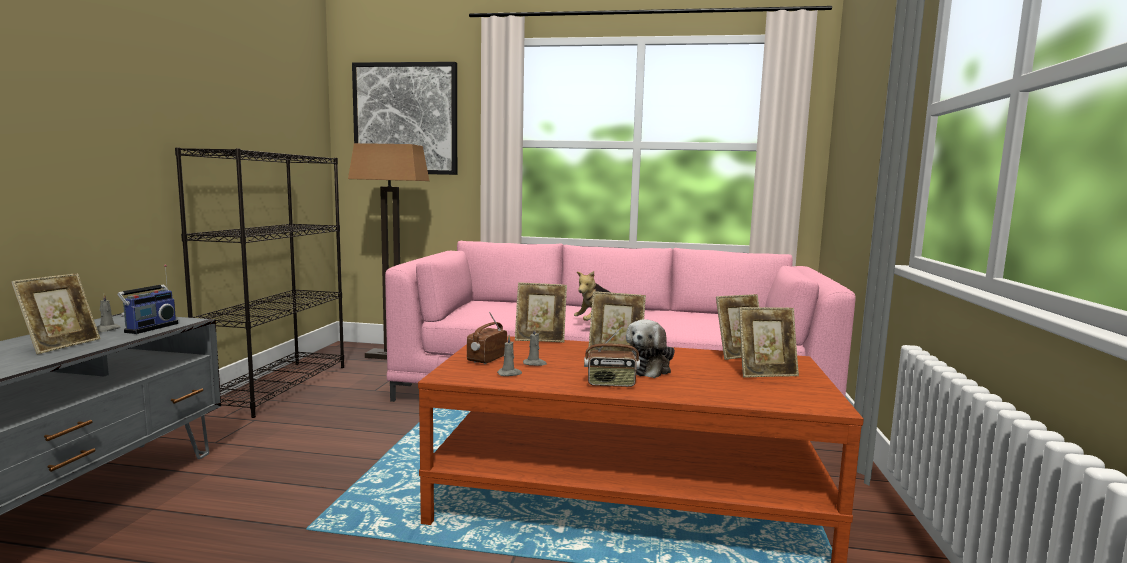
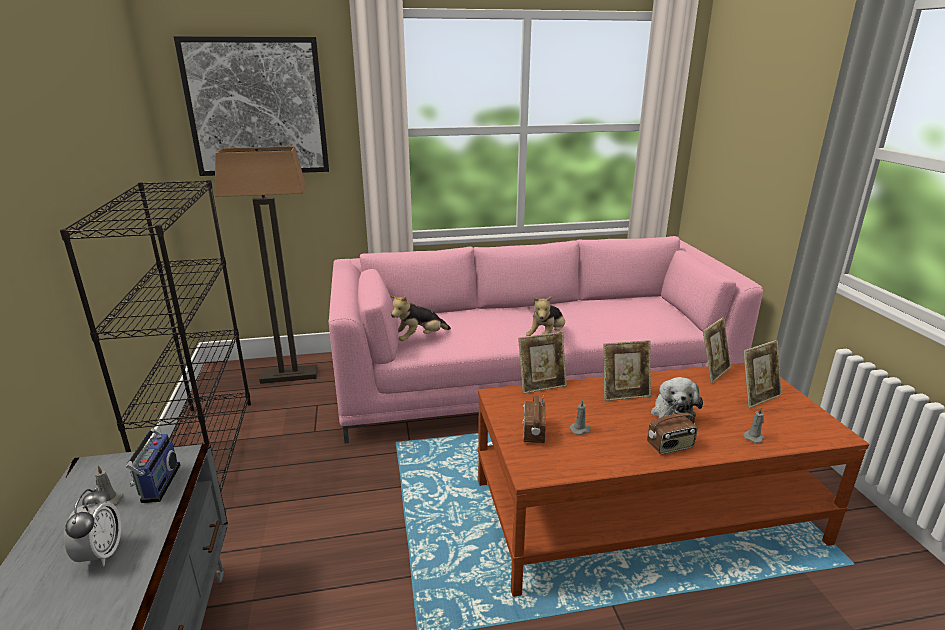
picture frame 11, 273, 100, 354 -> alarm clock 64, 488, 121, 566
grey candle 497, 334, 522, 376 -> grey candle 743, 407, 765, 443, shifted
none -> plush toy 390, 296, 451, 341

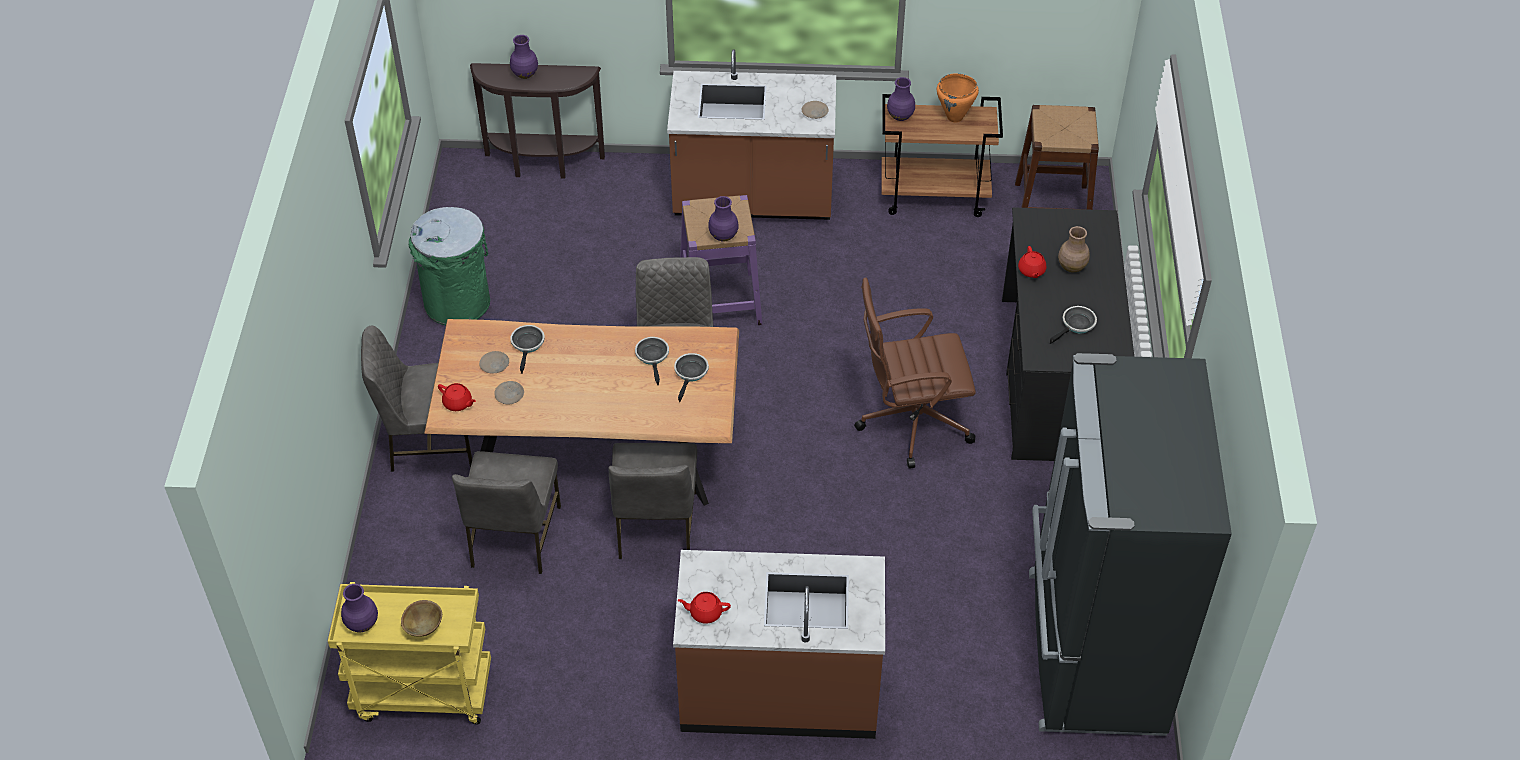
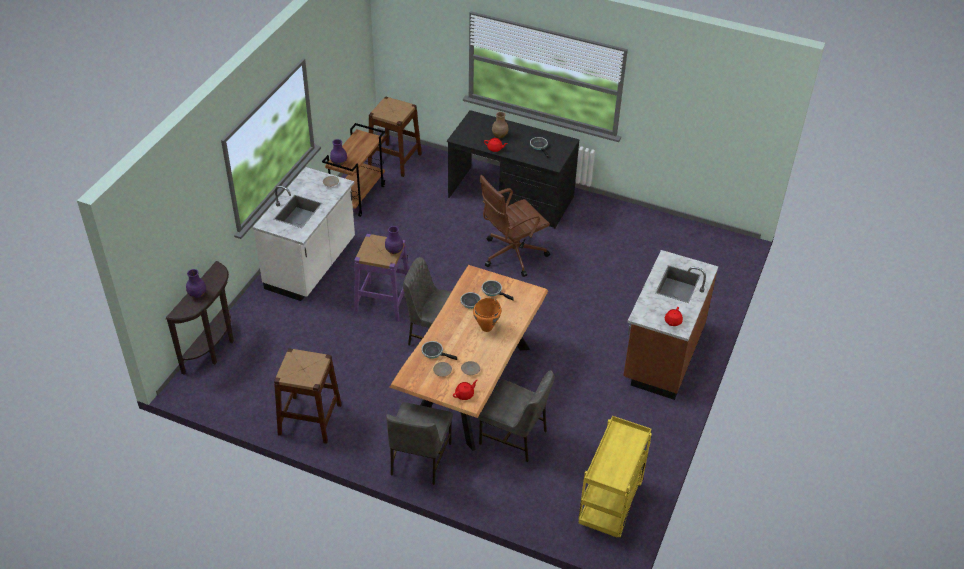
purple vase 341, 584, 378, 633 -> none
brown bowl 401, 600, 442, 637 -> none
green trash can 409, 207, 490, 325 -> brown stool 274, 348, 342, 444
grey chair 608, 443, 697, 559 -> none
brown counter 667, 49, 836, 220 -> white counter 253, 167, 355, 301
brown office chair 854, 278, 976, 469 -> brown office chair 479, 175, 550, 277, 45 degrees clockwise
orange cooking pot 937, 73, 979, 123 -> orange cooking pot 473, 298, 501, 332, shifted
black fridge 1029, 353, 1232, 736 -> none

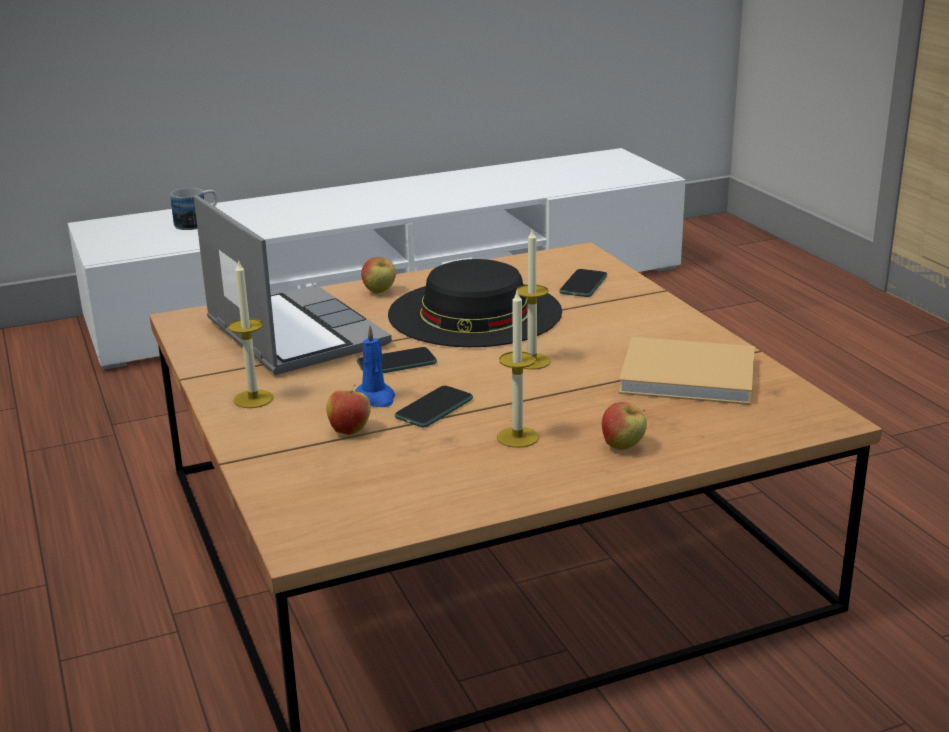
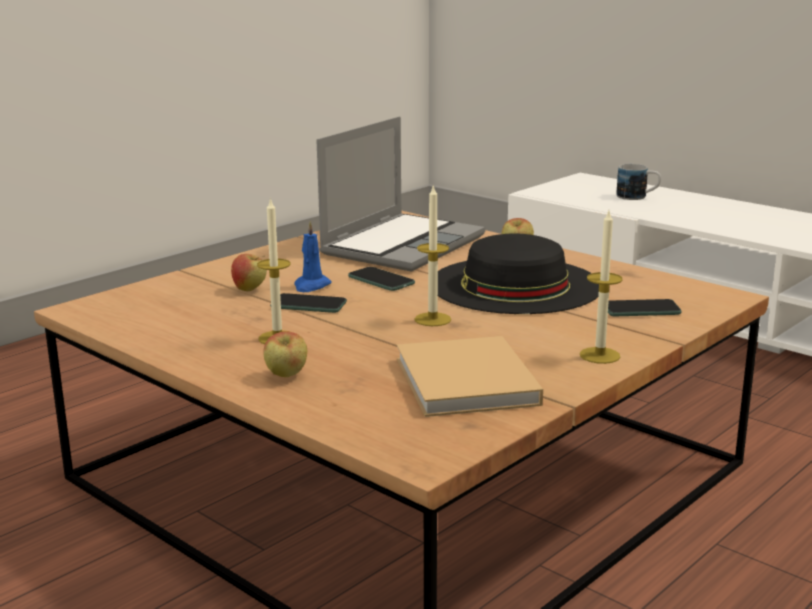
candle 228, 259, 274, 408 -> candle 580, 211, 623, 364, shifted

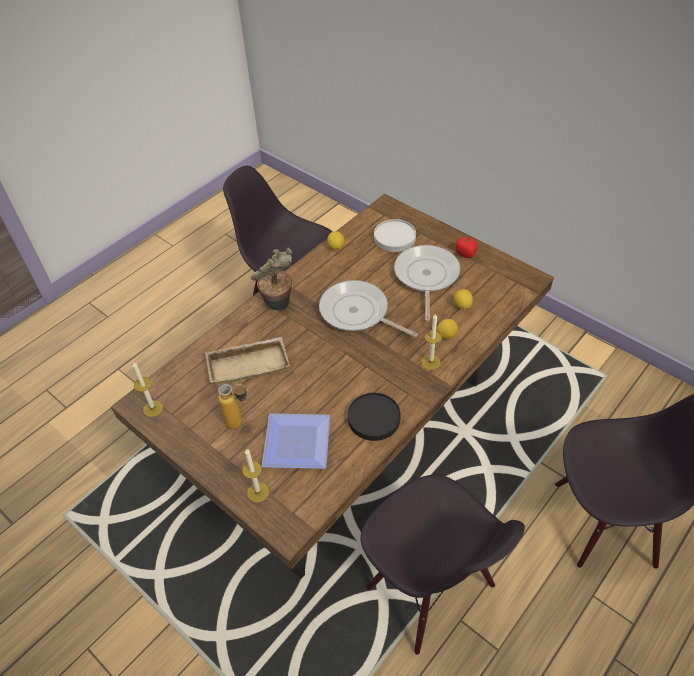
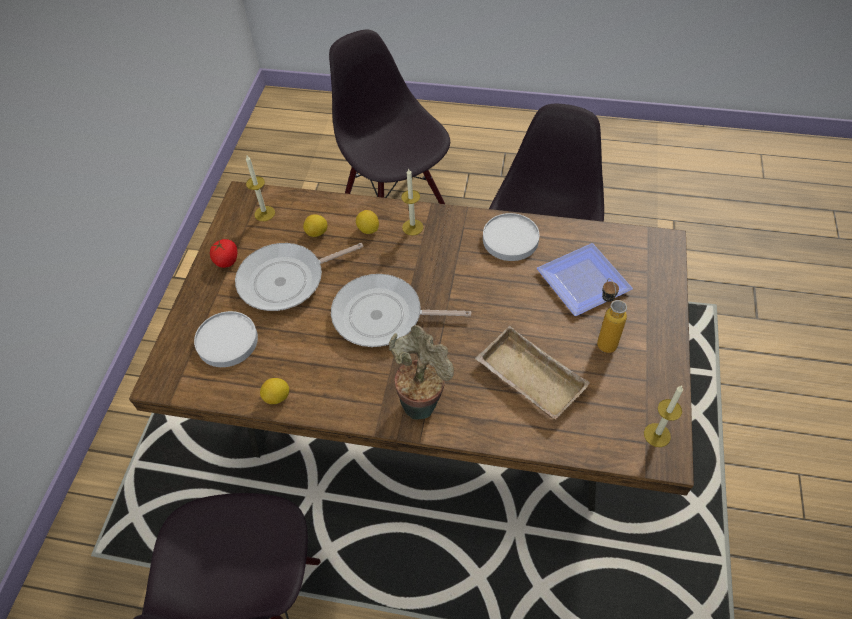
candle 242, 448, 269, 503 -> candle 246, 155, 275, 221, shifted
frying pan 319, 280, 418, 337 -> frying pan 331, 274, 471, 347, 90 degrees clockwise
black plate 348, 393, 401, 441 -> white plate 483, 213, 539, 261

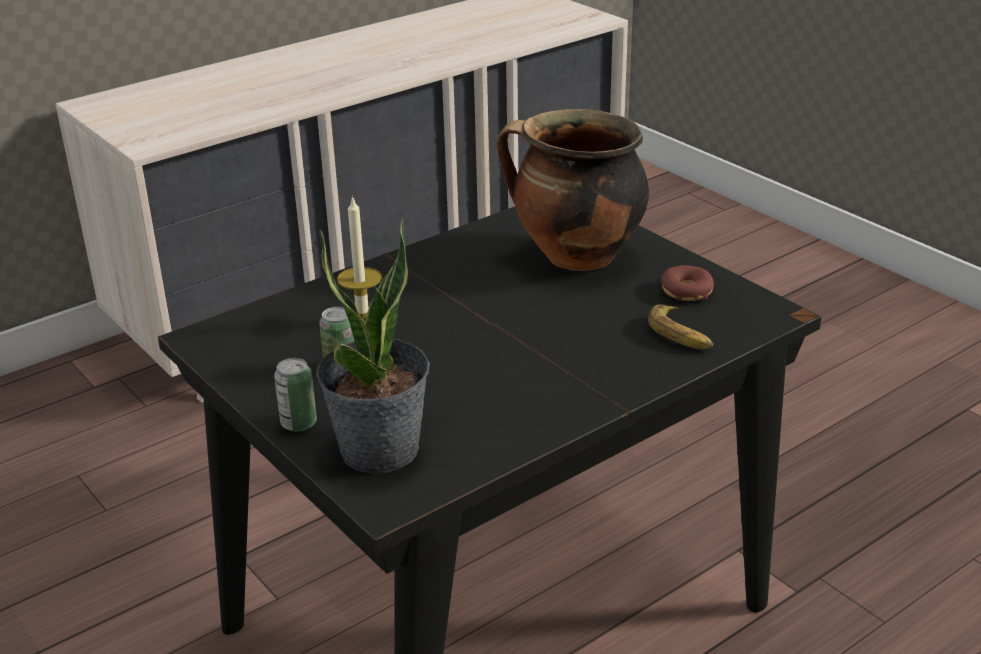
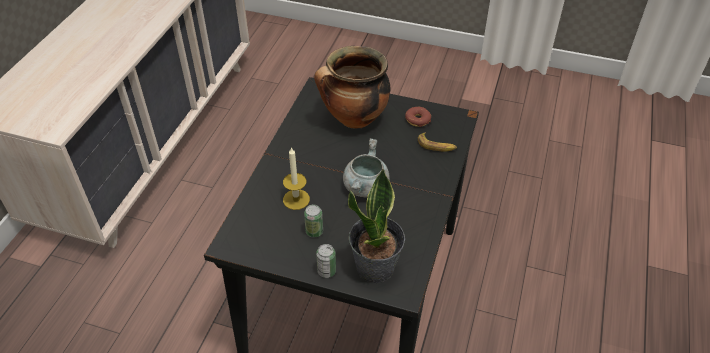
none -> grey cooking pot 343, 138, 390, 198

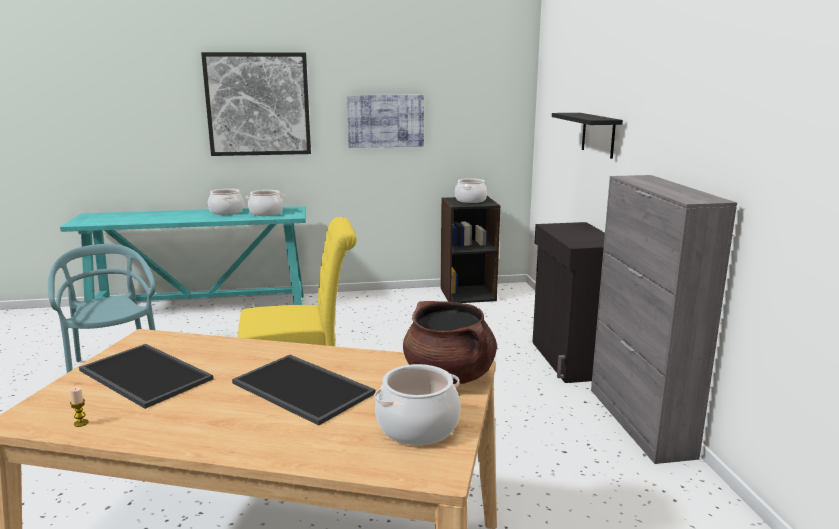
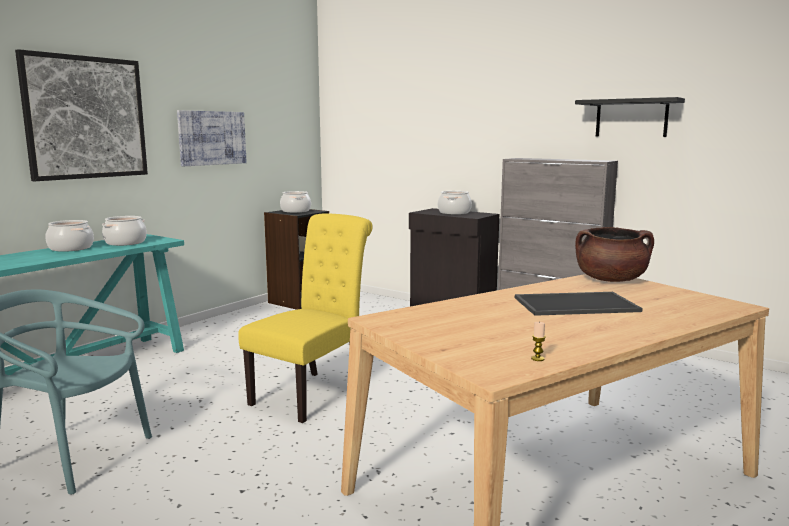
tray 79, 344, 213, 409 -> none
cooking pot 374, 364, 461, 445 -> cooking pot 438, 191, 472, 215, shifted
black shelf 552, 113, 623, 159 -> black shelf 575, 97, 685, 137, shifted

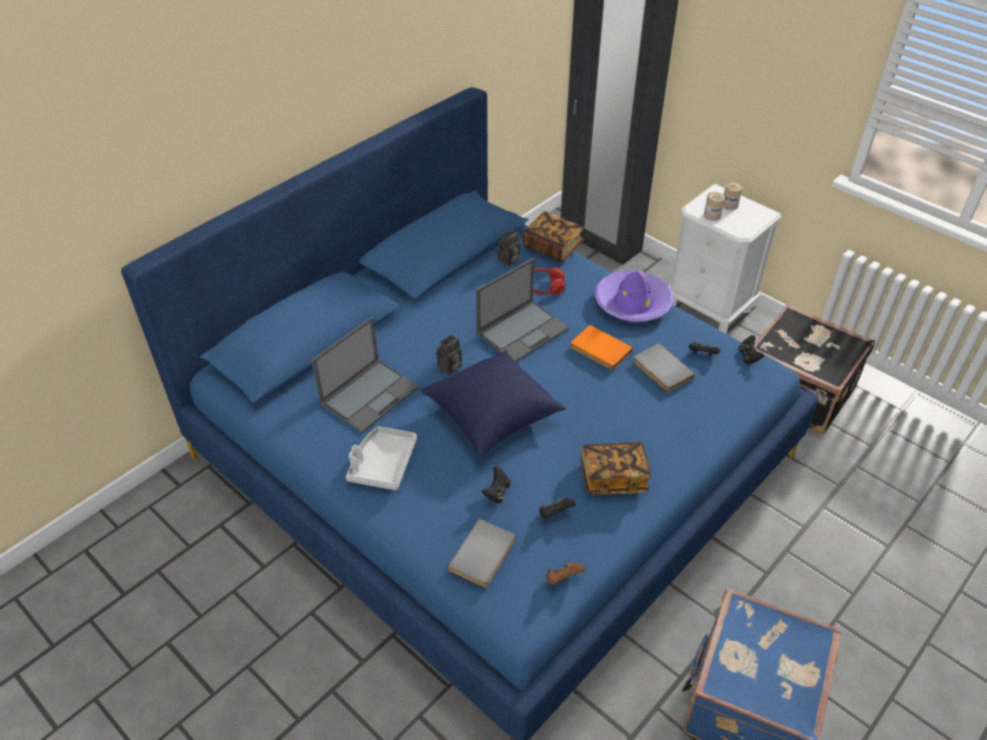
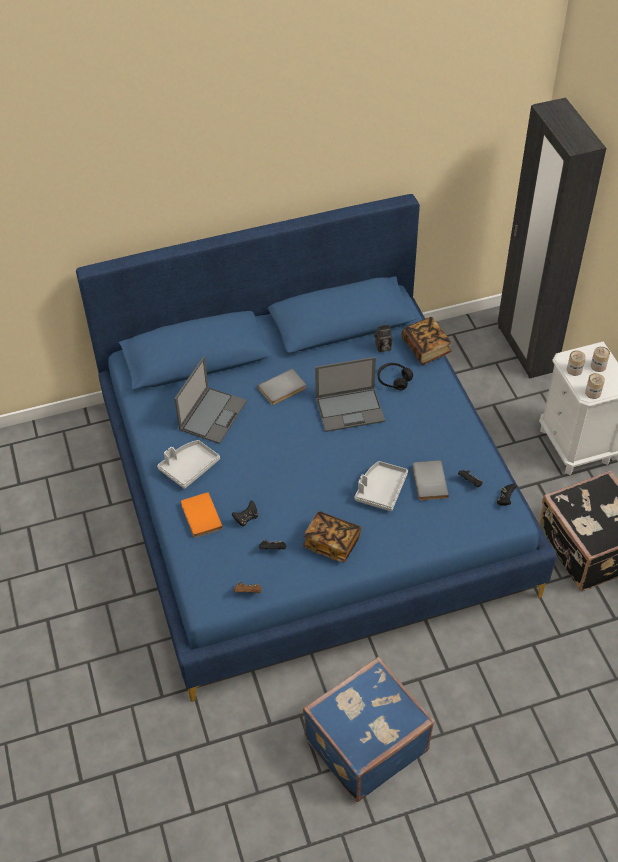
laptop 312, 317, 419, 433 -> laptop 174, 356, 247, 444, 45 degrees counterclockwise
blue pillow 420, 350, 566, 456 -> none
photo camera 435, 335, 462, 375 -> none
grey book 447, 519, 515, 587 -> grey book 258, 369, 306, 405, shifted
red headphones 533, 267, 566, 295 -> black headphones 378, 363, 413, 390
orange book 571, 325, 633, 370 -> orange book 181, 492, 223, 538, shifted
purple hat 595, 270, 673, 322 -> none
none -> grey tray 355, 461, 408, 511
none -> can 585, 373, 605, 399

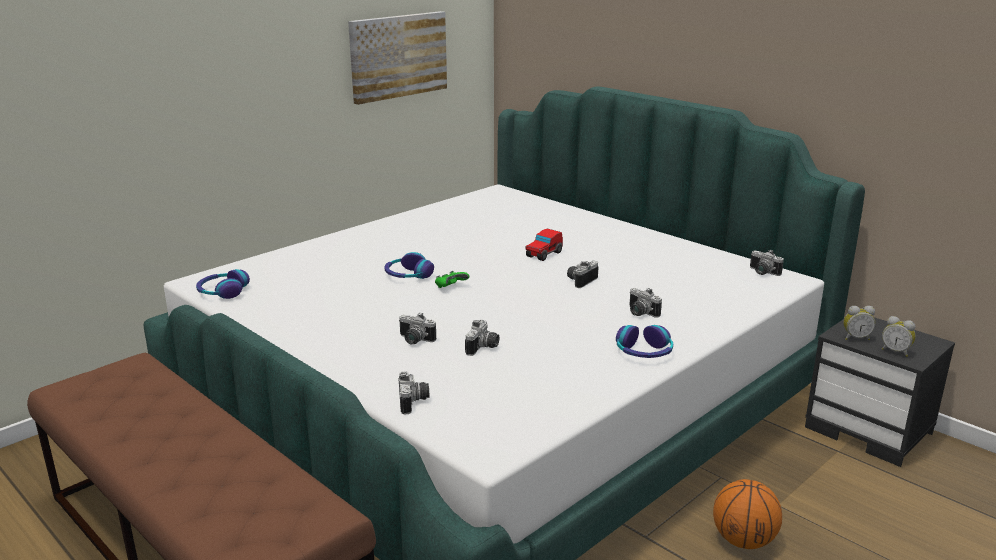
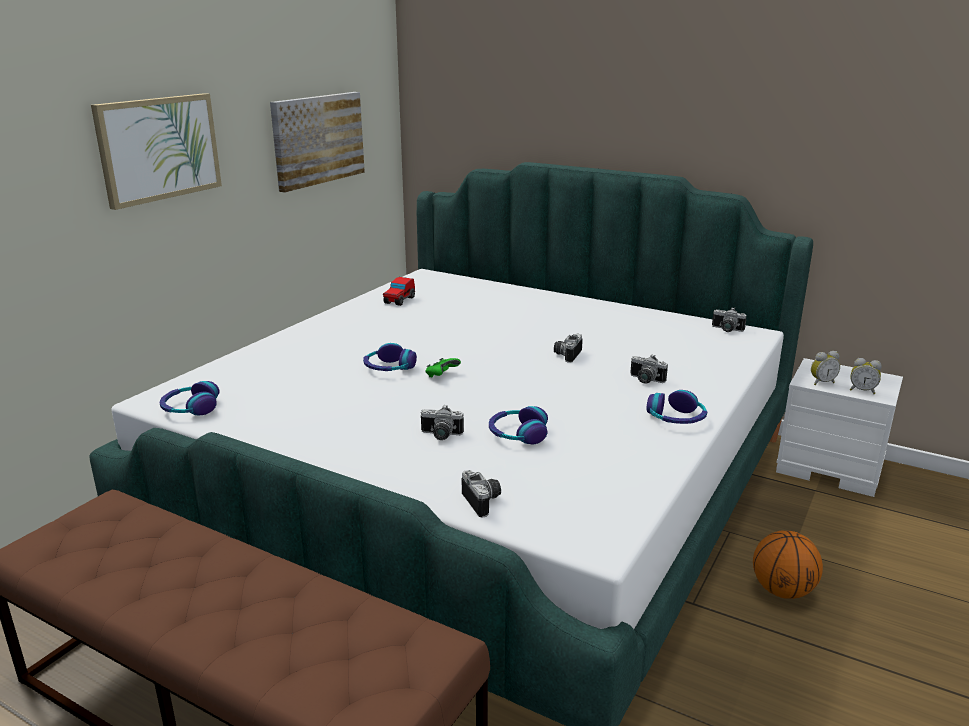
photo camera 465, 320, 499, 356 -> headphones 489, 406, 548, 444
toy car 525, 228, 563, 261 -> toy car 383, 277, 415, 306, shifted
black nightstand 805, 317, 955, 467 -> white nightstand 776, 358, 903, 497
none -> picture 91, 93, 222, 210

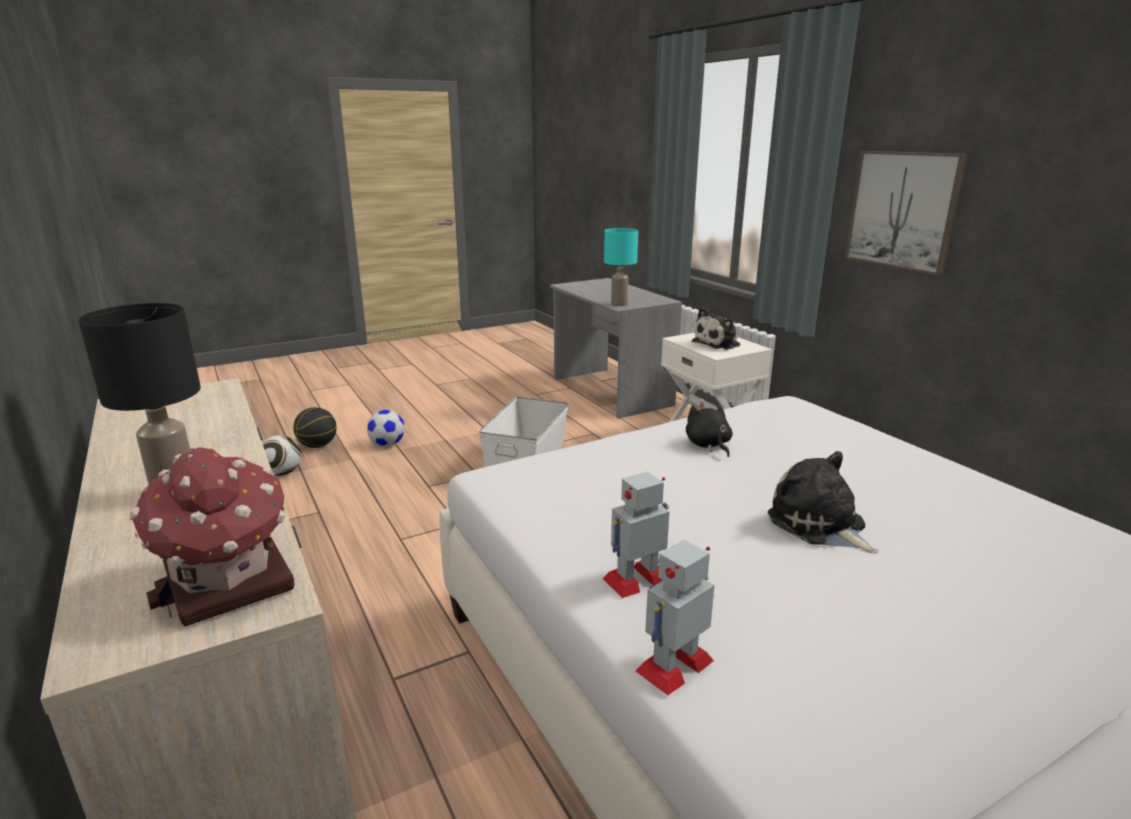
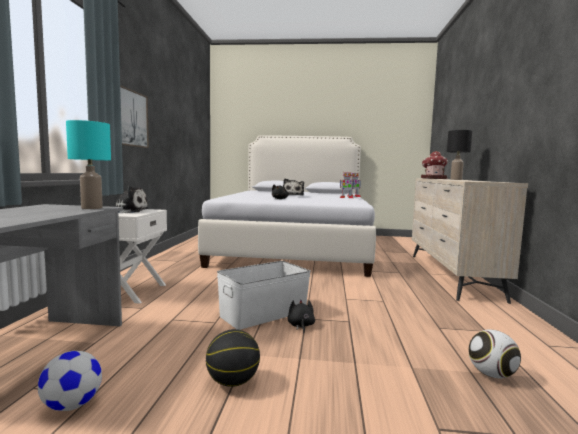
basketball 293, 407, 337, 448 -> basketball 206, 329, 260, 387, shifted
football 367, 410, 405, 447 -> football 38, 351, 102, 411, shifted
none -> black plush toy 287, 300, 315, 334

